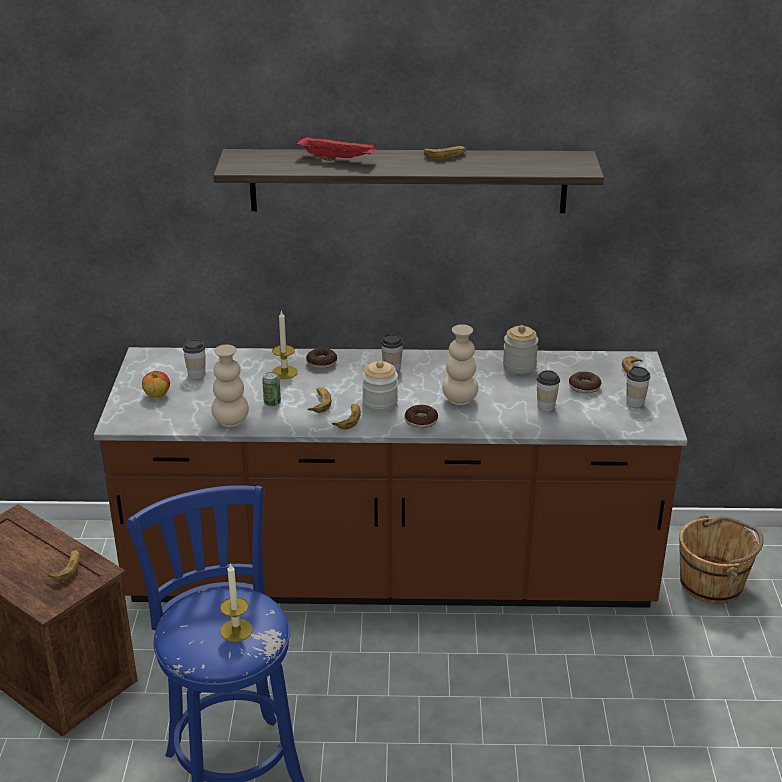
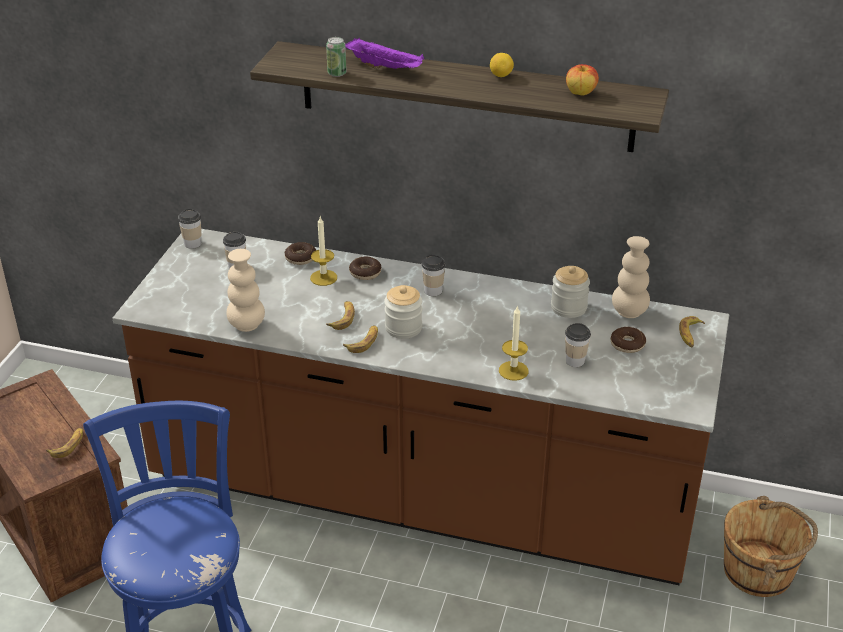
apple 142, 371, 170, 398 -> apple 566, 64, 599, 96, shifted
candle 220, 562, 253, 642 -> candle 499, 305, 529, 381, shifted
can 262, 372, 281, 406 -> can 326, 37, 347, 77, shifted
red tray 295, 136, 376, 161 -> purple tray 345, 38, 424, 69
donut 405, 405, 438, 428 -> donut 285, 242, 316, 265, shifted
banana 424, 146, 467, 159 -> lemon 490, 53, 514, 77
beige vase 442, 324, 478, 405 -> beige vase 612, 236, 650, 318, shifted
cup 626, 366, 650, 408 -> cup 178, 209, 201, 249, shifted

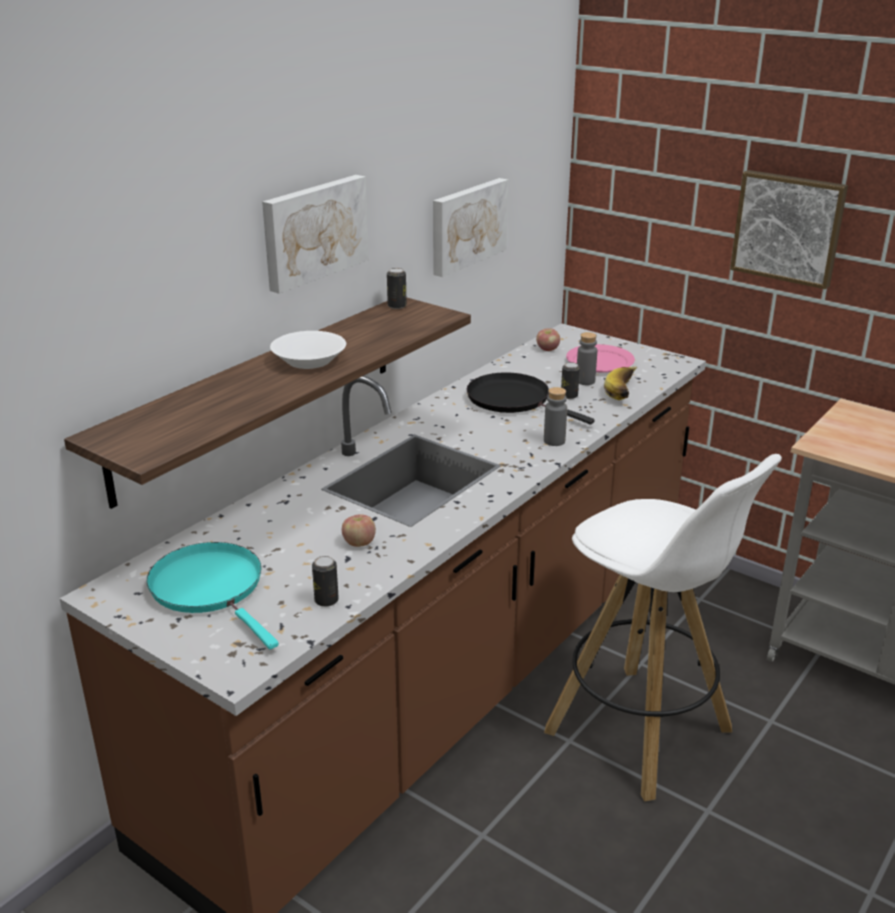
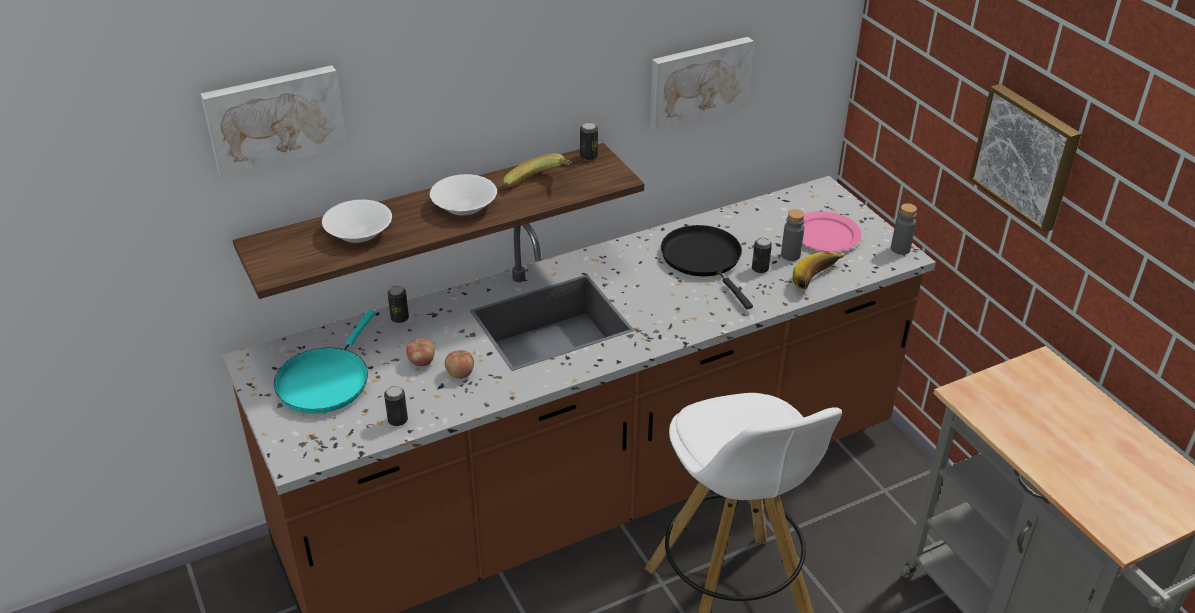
turquoise frying pan 147, 542, 279, 649 -> turquoise frying pan 274, 310, 376, 414, 150 degrees counterclockwise
picture 262, 175, 369, 294 -> picture 201, 65, 347, 177, shifted
apple 536, 328, 560, 351 -> apple 406, 338, 435, 366, shifted
grey bottle 544, 387, 567, 446 -> grey bottle 891, 203, 917, 255, shifted
none -> white bowl 322, 200, 392, 243
none -> can 387, 286, 409, 323
none -> banana 503, 154, 572, 188

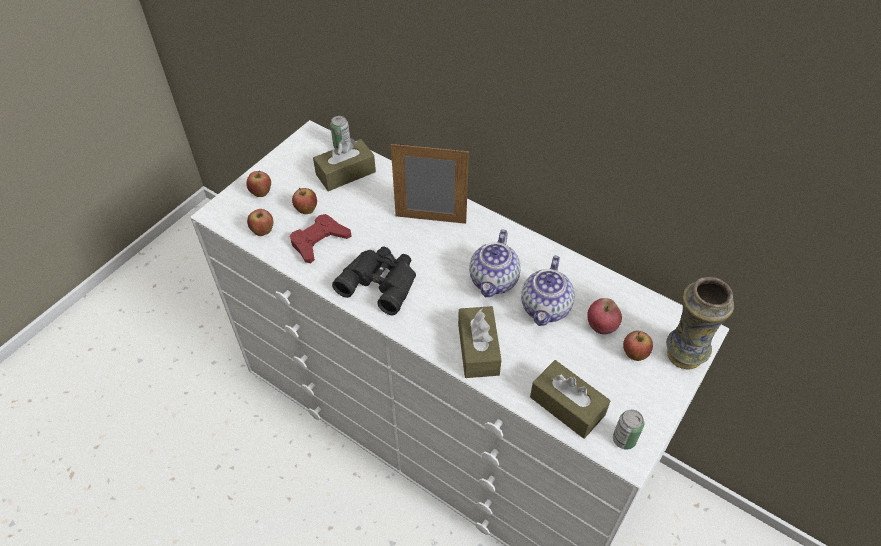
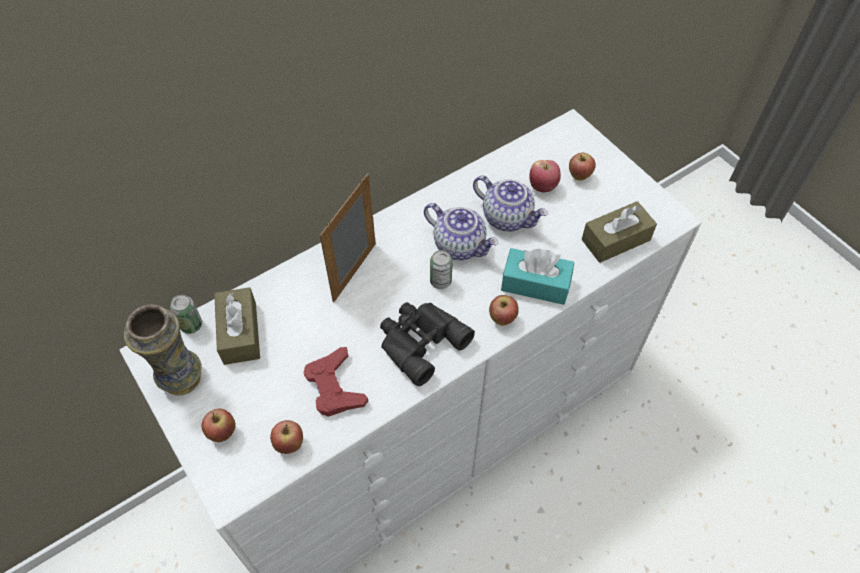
apple 292, 188, 317, 214 -> apple 489, 295, 519, 326, shifted
brown tissue box 458, 306, 501, 378 -> turquoise tissue box 501, 248, 574, 305
can 613, 410, 644, 450 -> can 430, 250, 453, 289, shifted
vase 666, 277, 734, 369 -> vase 124, 304, 202, 395, shifted

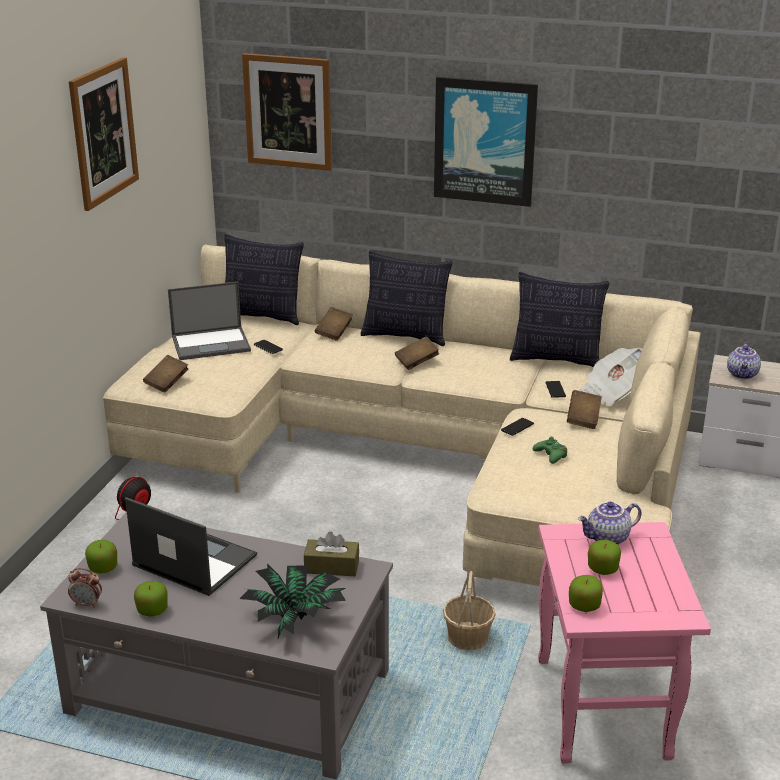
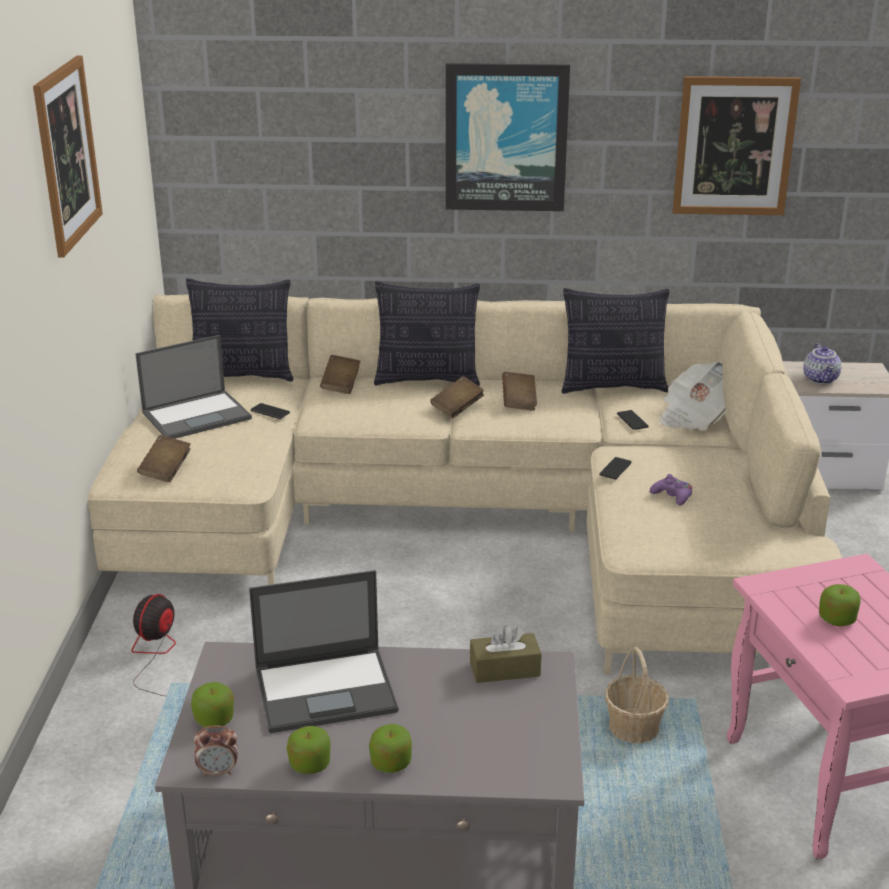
laptop 125, 497, 257, 596 -> laptop 249, 570, 399, 733, 150 degrees clockwise
potted plant 240, 564, 346, 638 -> none
picture 242, 53, 332, 171 -> picture 672, 76, 801, 215, shifted
green game controller 533, 437, 567, 464 -> purple game controller 650, 474, 692, 506
brown book 567, 390, 602, 429 -> brown book 502, 372, 537, 410, shifted
apple 569, 575, 603, 612 -> apple 369, 724, 412, 773, shifted
teapot 578, 502, 641, 545 -> none

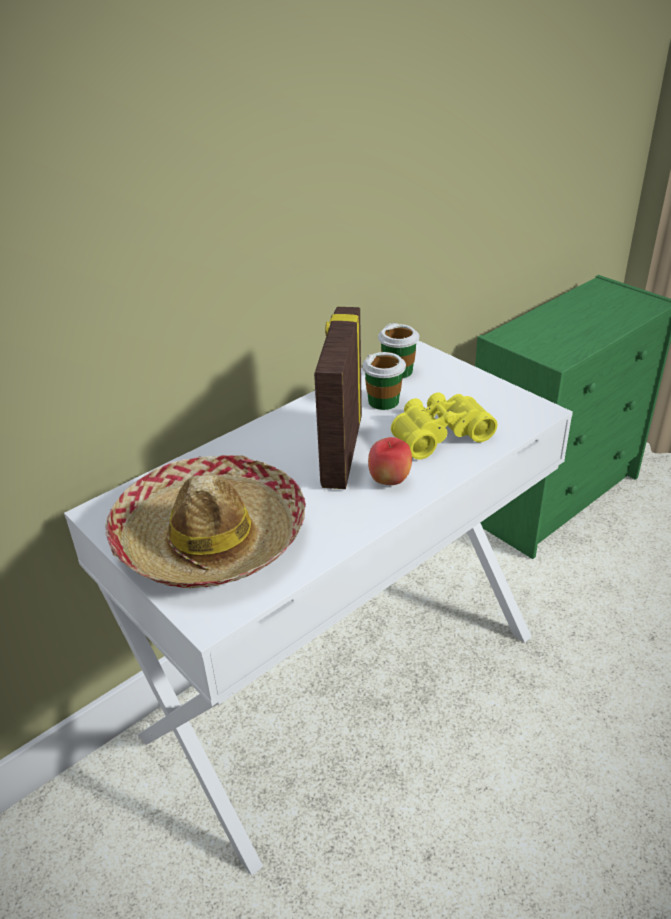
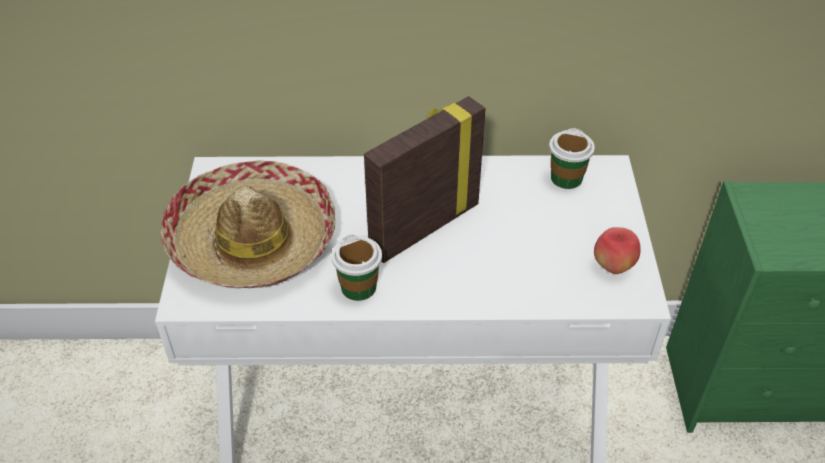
cup 362, 352, 406, 410 -> cup 331, 235, 382, 301, shifted
apple 368, 437, 412, 485 -> apple 594, 227, 641, 274, shifted
yellow binoculars 391, 392, 497, 460 -> none

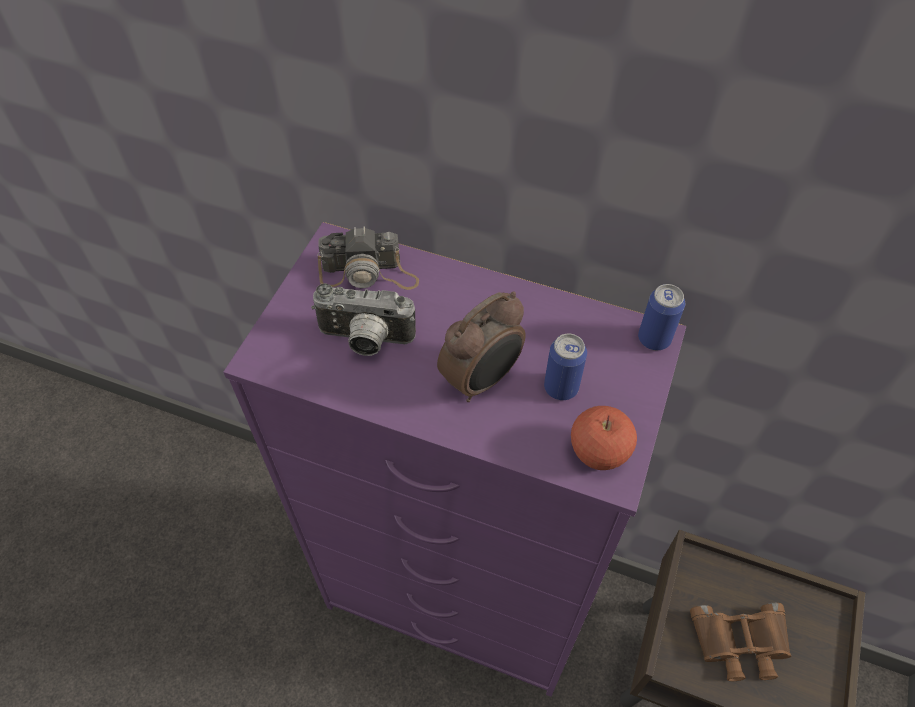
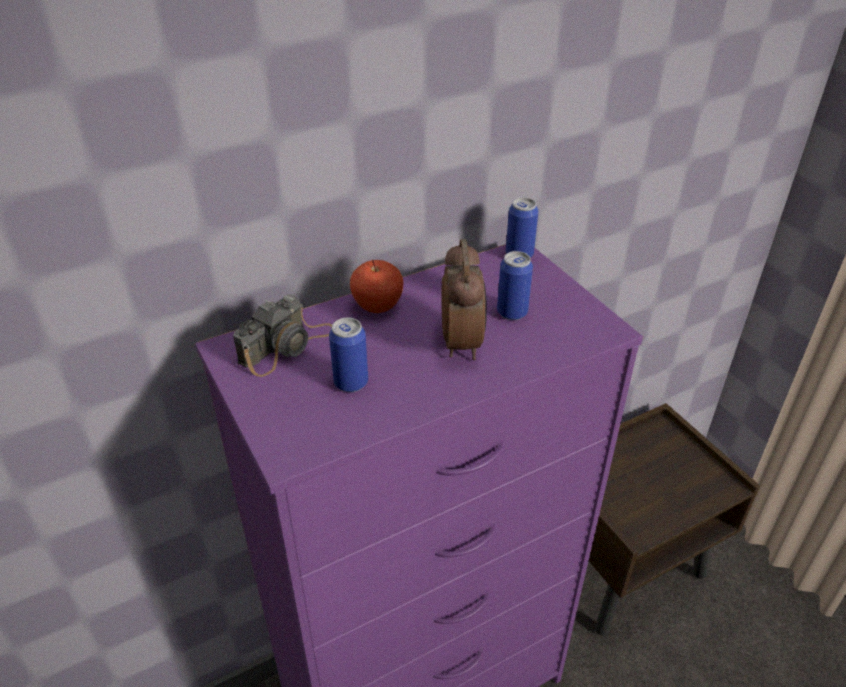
photo camera 311, 283, 416, 356 -> can 329, 317, 368, 392
apple 571, 406, 637, 470 -> apple 350, 260, 403, 313, shifted
brown binoculars 690, 603, 791, 681 -> none

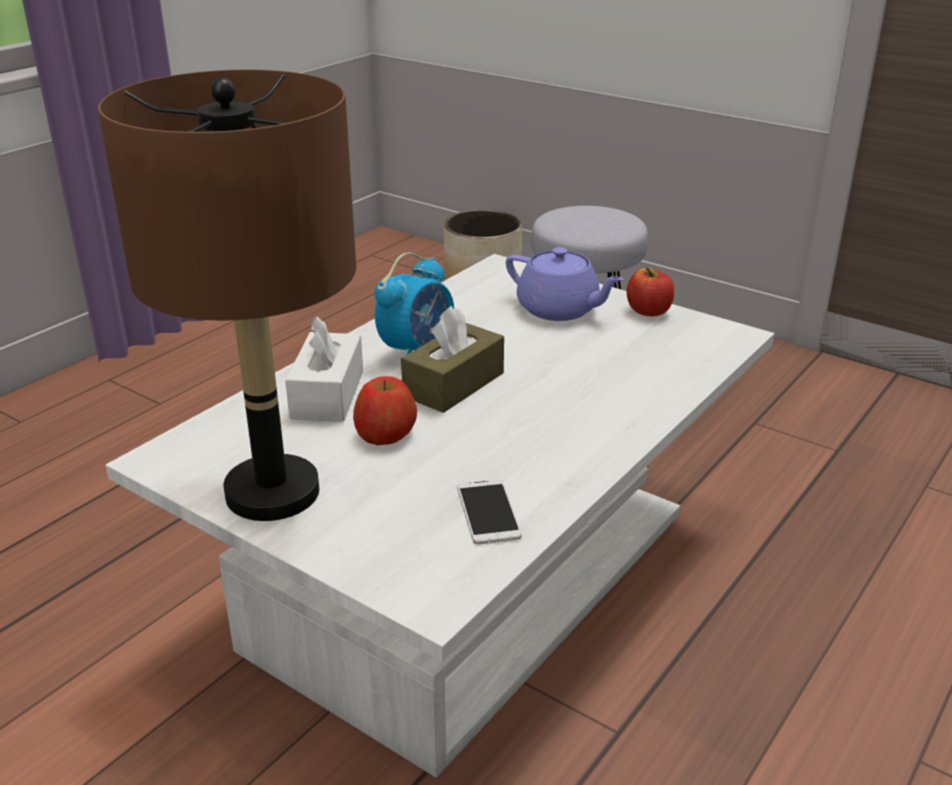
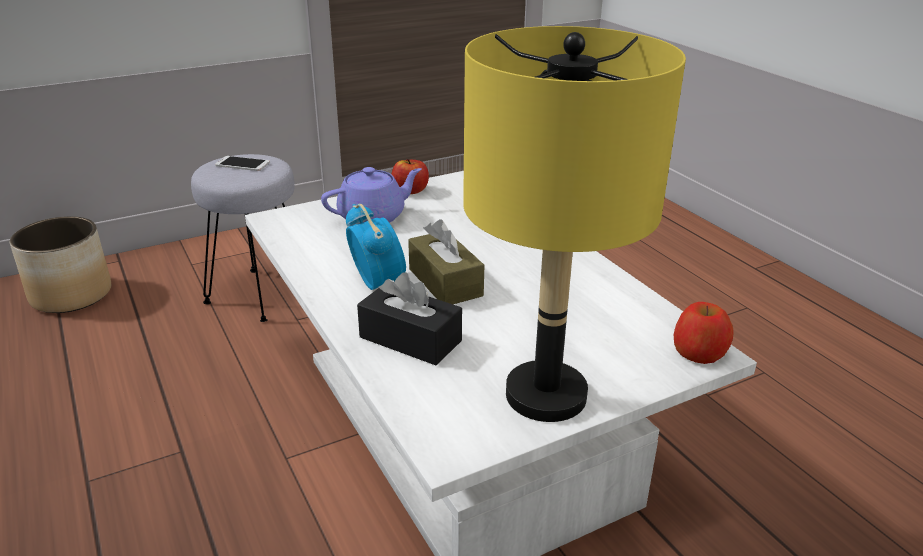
brown table lamp 98, 70, 356, 521 -> yellow table lamp 463, 26, 686, 422
white tissue box 285, 316, 363, 422 -> black tissue box 357, 272, 462, 365
apple 353, 376, 417, 445 -> apple 674, 302, 734, 364, shifted
phone 457, 479, 522, 545 -> phone 215, 156, 270, 171, shifted

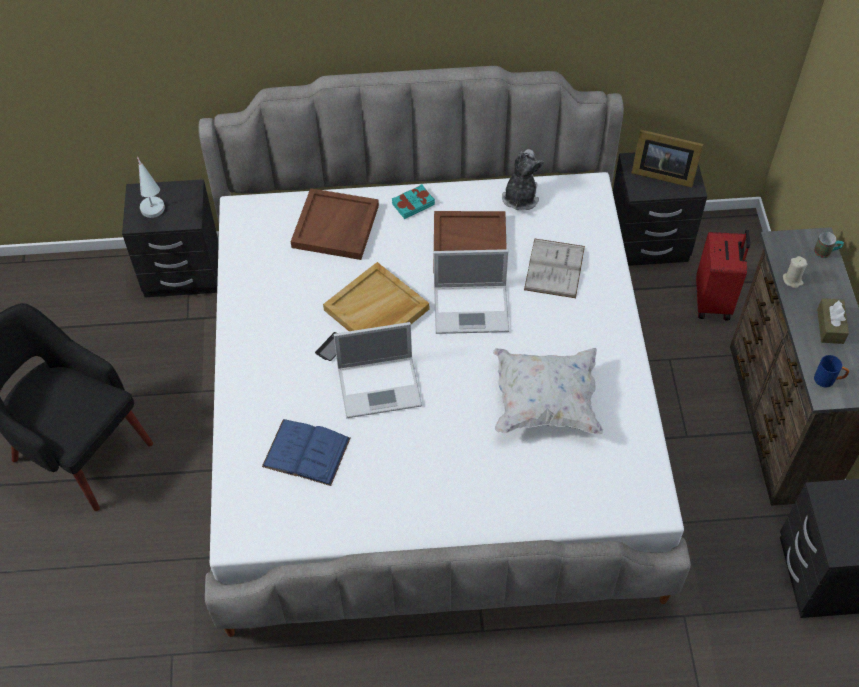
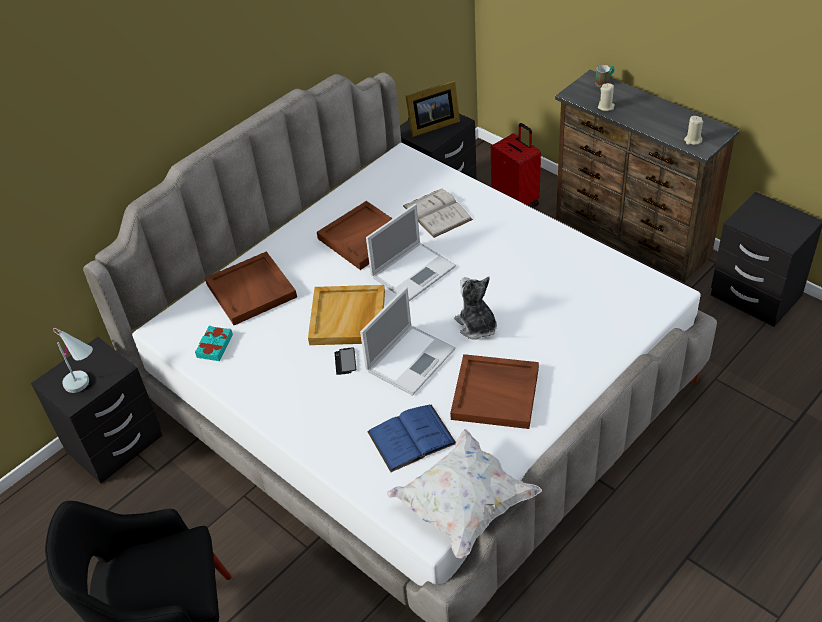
turquoise book 392, 184, 435, 219 -> turquoise book 195, 326, 233, 361, shifted
white pillow 493, 348, 603, 435 -> white pillow 387, 429, 542, 558, shifted
plush toy 502, 149, 544, 210 -> plush toy 454, 277, 497, 340, shifted
blue mug 814, 355, 849, 387 -> beige candle 684, 116, 703, 145
brown tissue box 817, 298, 849, 344 -> none
none -> brown tray 450, 354, 539, 429

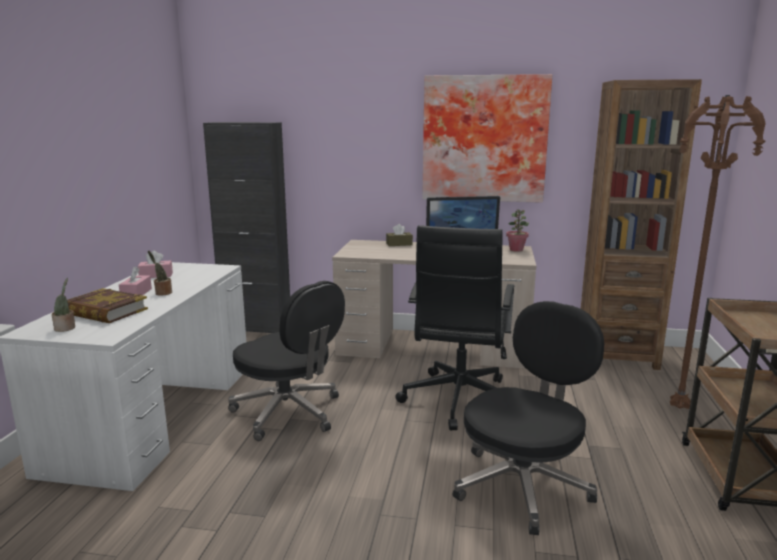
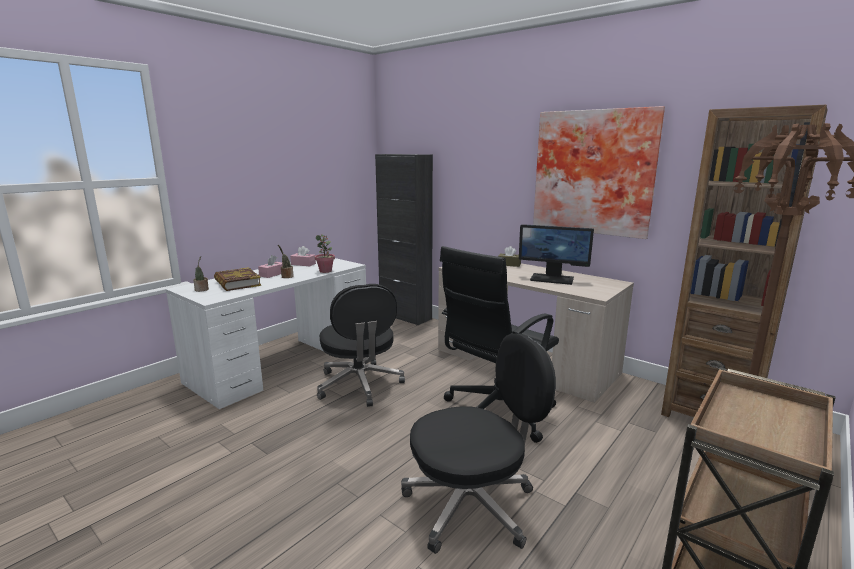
potted plant 506, 209, 529, 252 -> potted plant 315, 234, 335, 273, shifted

